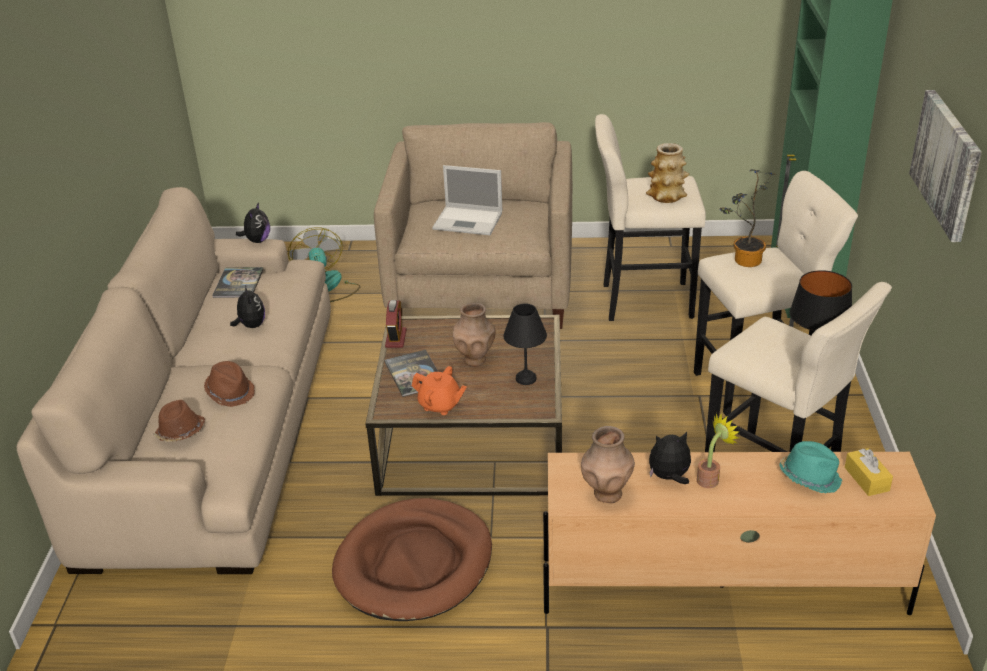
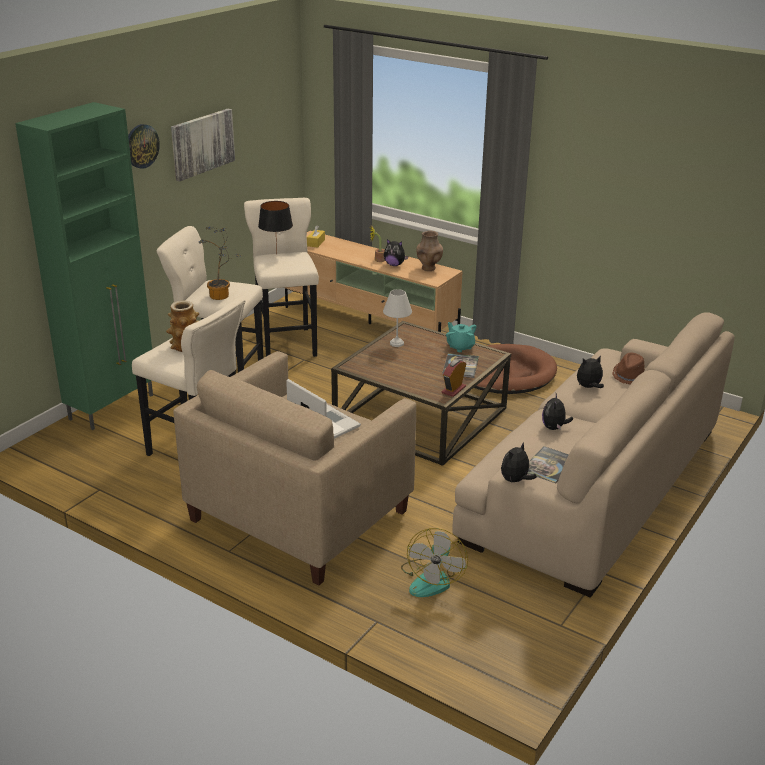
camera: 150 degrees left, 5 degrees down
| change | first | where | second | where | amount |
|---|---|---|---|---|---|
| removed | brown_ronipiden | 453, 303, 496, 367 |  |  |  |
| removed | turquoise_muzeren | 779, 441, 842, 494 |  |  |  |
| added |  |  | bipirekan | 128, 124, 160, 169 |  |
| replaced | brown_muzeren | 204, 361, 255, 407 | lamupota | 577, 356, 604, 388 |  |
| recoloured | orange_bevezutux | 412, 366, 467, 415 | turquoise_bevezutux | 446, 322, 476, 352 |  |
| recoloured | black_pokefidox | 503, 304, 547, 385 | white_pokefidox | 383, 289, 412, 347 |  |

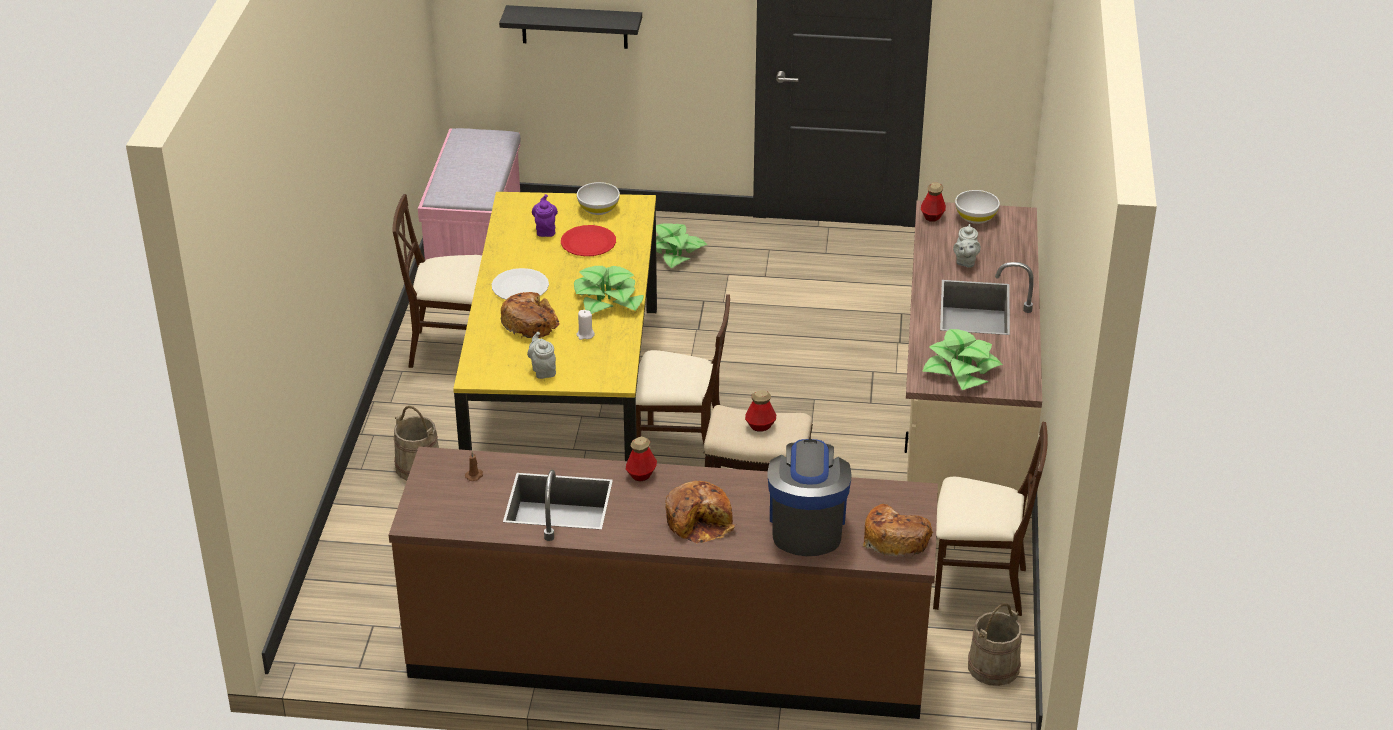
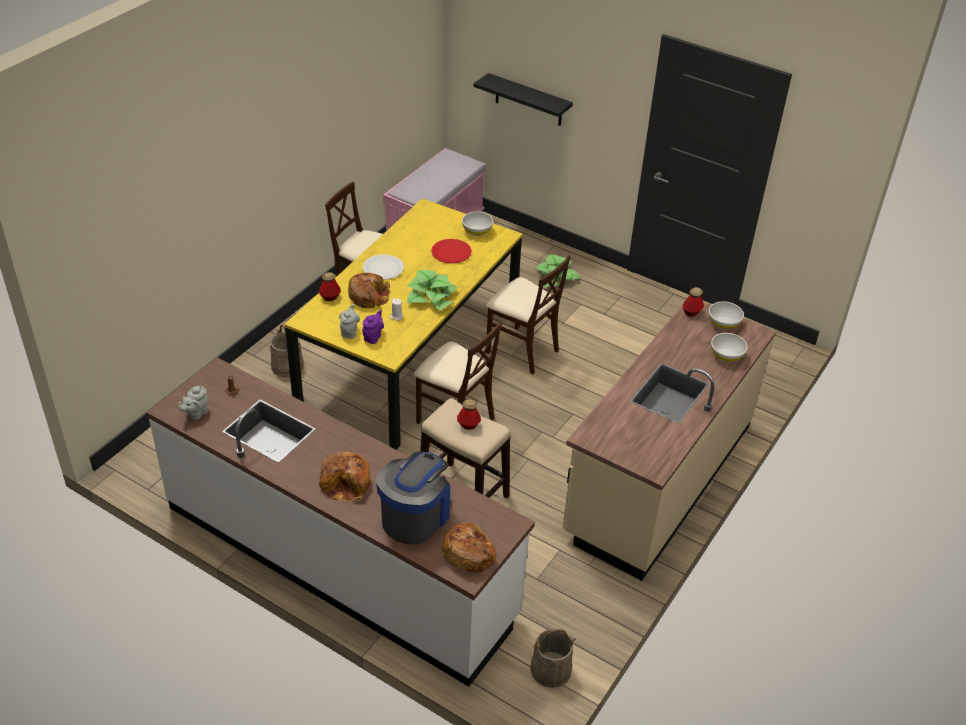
camera: 25 degrees right, 5 degrees up
| change | first | where | second | where | amount |
|---|---|---|---|---|---|
| removed | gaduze | 922, 329, 1003, 390 |  |  |  |
| added |  |  | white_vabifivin | 711, 333, 748, 362 |  |
| moved | purple_bevezutux | 532, 194, 558, 237 |  | 362, 310, 384, 344 |  |
| moved | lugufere | 626, 437, 657, 482 |  | 319, 272, 341, 301 |  |
| moved | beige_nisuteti | 933, 422, 1048, 616 |  | 486, 256, 571, 375 |  |
| moved | grey_bevezutux | 953, 224, 981, 268 |  | 178, 385, 208, 420 |  |
| recoloured | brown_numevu | 389, 447, 938, 719 | white_numevu | 147, 357, 535, 687 |  |

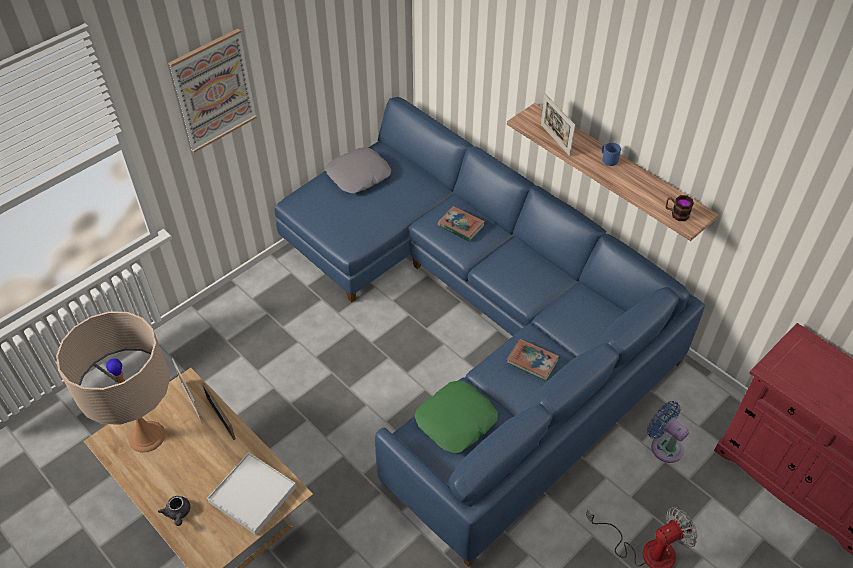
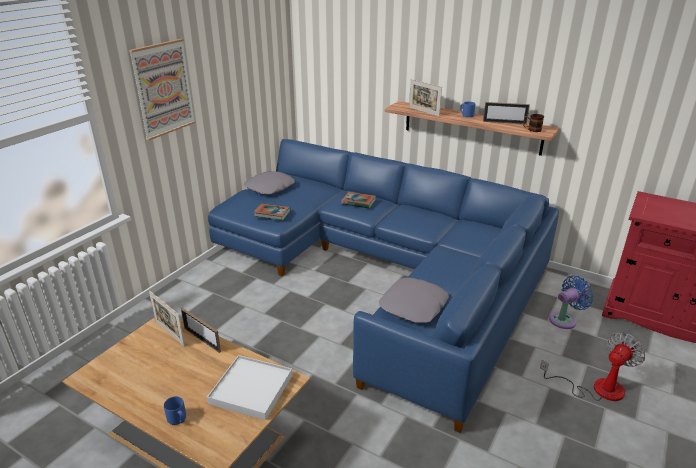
camera: 15 degrees left, 20 degrees down
| change | first | where | second | where | amount |
|---|---|---|---|---|---|
| removed | beige_pokefidox | 56, 311, 170, 453 |  |  |  |
| added |  |  | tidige | 483, 102, 530, 124 |  |
| moved | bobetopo | 507, 338, 560, 381 |  | 254, 203, 291, 221 |  |
| replaced | grey_bevezutux | 158, 496, 190, 526 | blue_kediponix | 164, 396, 186, 425 |  |
| recoloured | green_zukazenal | 415, 381, 498, 453 | grey_zukazenal | 379, 278, 449, 323 |  |
| turned | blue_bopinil | 647, 401, 689, 463 |  | 549, 276, 593, 329 | 120 degrees clockwise |

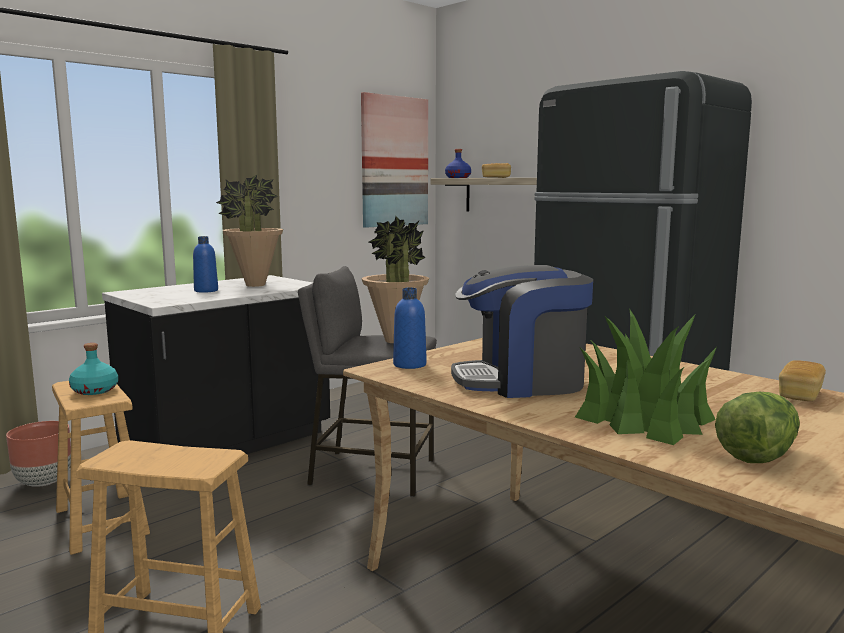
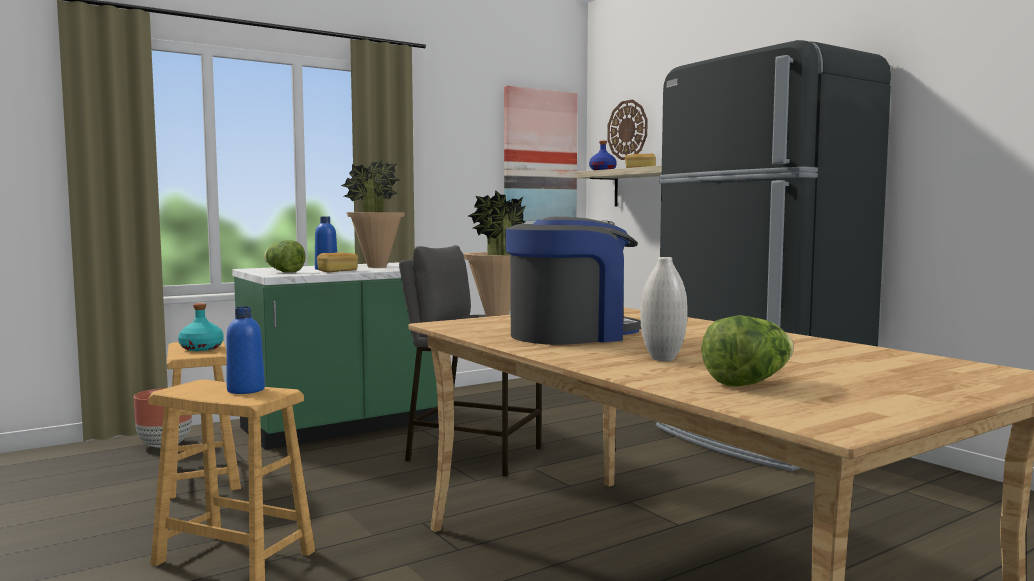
camera: 10 degrees right, 5 degrees down
| change | first | where | second | where | amount |
|---|---|---|---|---|---|
| added |  |  | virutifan | 264, 240, 306, 272 |  |
| added |  |  | bipirekan | 607, 100, 648, 160 |  |
| moved | blue_lugufere | 393, 288, 427, 369 |  | 227, 307, 265, 394 |  |
| moved | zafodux | 779, 360, 826, 401 |  | 317, 252, 358, 272 |  |
| replaced | gaduze | 575, 308, 717, 445 | white_ronipiden | 640, 257, 688, 361 |  |
| recoloured | black_numevu | 102, 275, 330, 454 | green_numevu | 232, 262, 438, 450 |  |
| turned | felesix | 451, 265, 593, 398 |  | 505, 217, 641, 345 | 150 degrees clockwise |

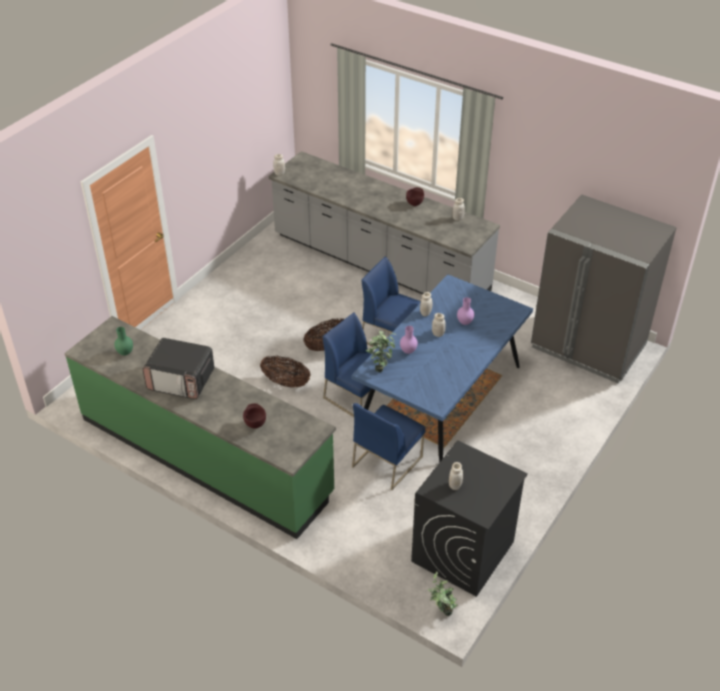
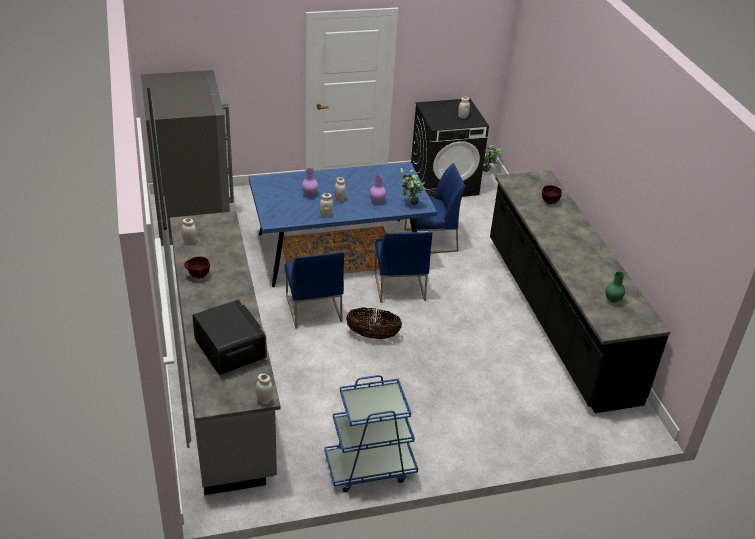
camera: 140 degrees left, 5 degrees down
| change | first | where | second | where | amount |
|---|---|---|---|---|---|
| removed | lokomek | 260, 355, 310, 388 |  |  |  |
| added |  |  | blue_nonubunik | 325, 375, 418, 492 |  |
| moved | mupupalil | 143, 338, 214, 399 |  | 192, 299, 267, 375 |  |
| recoloured | green_numevu | 65, 316, 336, 539 | black_numevu | 490, 170, 670, 413 |  |

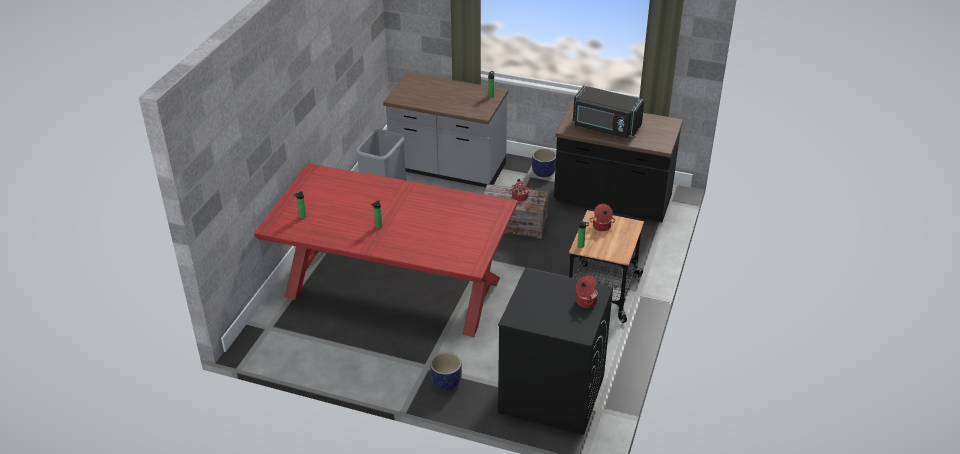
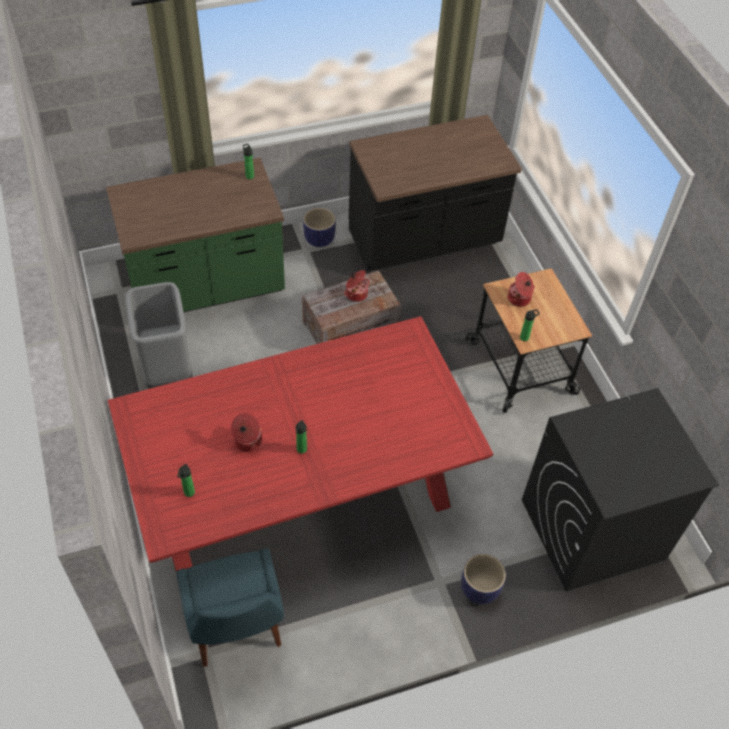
camera: 40 degrees left, 15 degrees up
| change | first | where | second | where | amount |
|---|---|---|---|---|---|
| removed | black_mupupalil | 573, 85, 645, 138 |  |  |  |
| added |  |  | blue_nisuteti | 176, 548, 284, 667 |  |
| moved | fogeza | 576, 276, 598, 308 |  | 231, 413, 262, 452 |  |
| recoloured | grey_numevu | 383, 72, 508, 187 | green_numevu | 106, 158, 285, 312 |  |

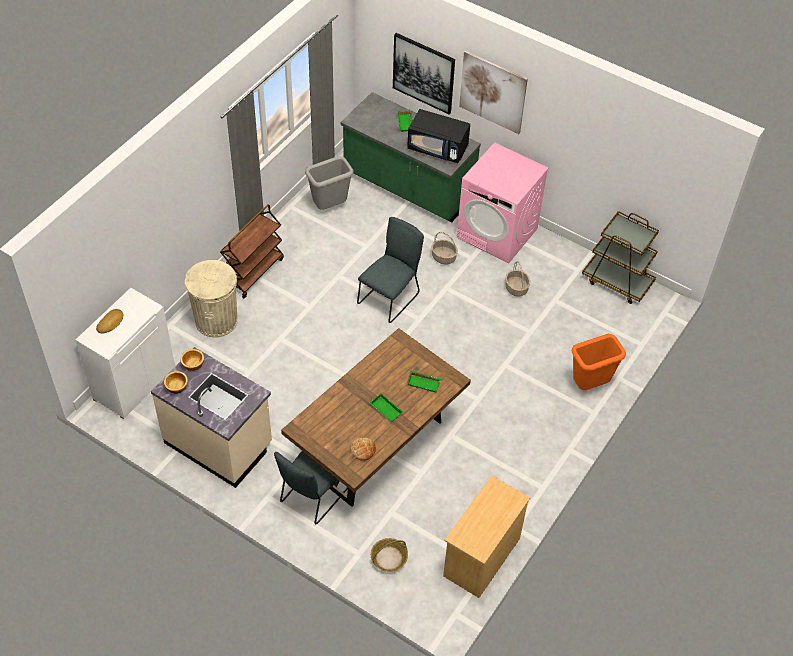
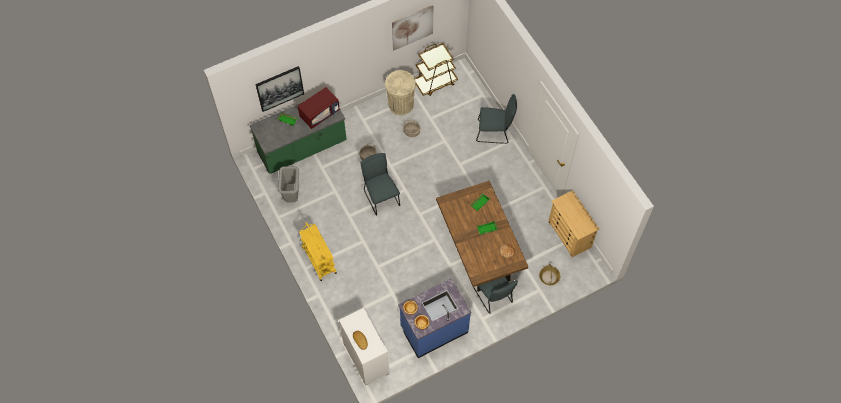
camera: 60 degrees left, 10 degrees up
| change | first | where | second | where | amount |
|---|---|---|---|---|---|
| removed | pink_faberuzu | 457, 142, 549, 264 |  |  |  |
| moved | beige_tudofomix | 185, 260, 238, 338 |  | 385, 70, 416, 115 |  |
| moved | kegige | 459, 51, 528, 134 |  | 392, 5, 433, 50 |  |
| replaced | orange_tudofomix | 571, 334, 626, 390 | grey_nisuteti | 476, 94, 517, 144 |  |
| recoloured | beige_numevu | 151, 347, 272, 488 | blue_numevu | 398, 279, 471, 358 |  |
| recoloured | brown_nonubunik | 220, 204, 284, 298 | yellow_nonubunik | 299, 222, 337, 281 |  |
| recoloured | black_mupupalil | 407, 109, 470, 163 | red_mupupalil | 298, 87, 340, 129 |  |

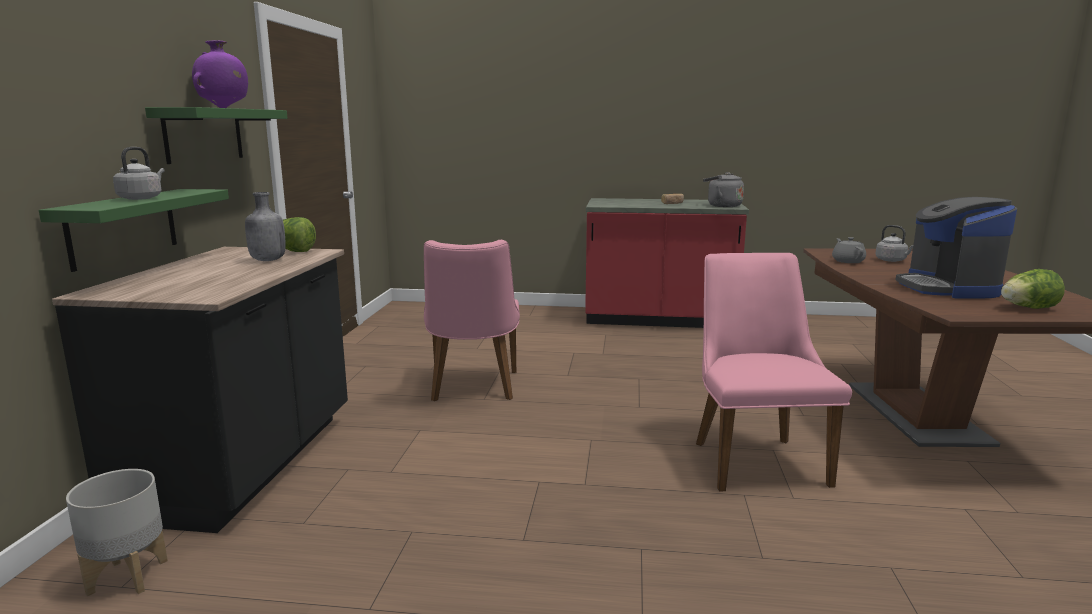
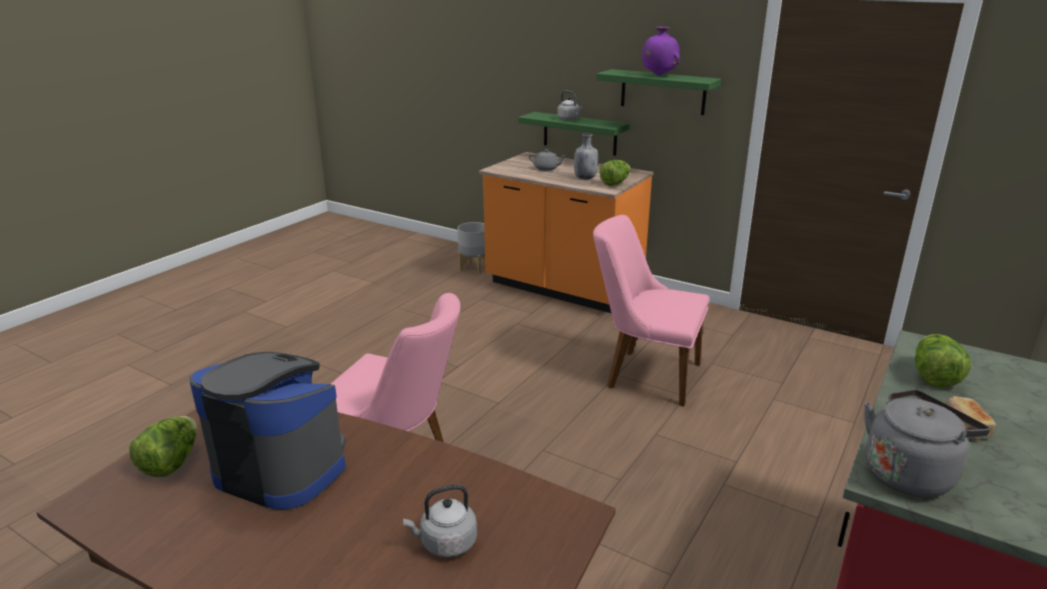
camera: 115 degrees right, 10 degrees up
| change | first | where | second | where | amount |
|---|---|---|---|---|---|
| added |  |  | virutifan | 915, 334, 971, 388 |  |
| moved | grey_bevezutux | 832, 237, 866, 263 |  | 529, 149, 567, 171 |  |
| recoloured | black_numevu | 52, 247, 348, 533 | orange_numevu | 479, 152, 654, 313 |  |

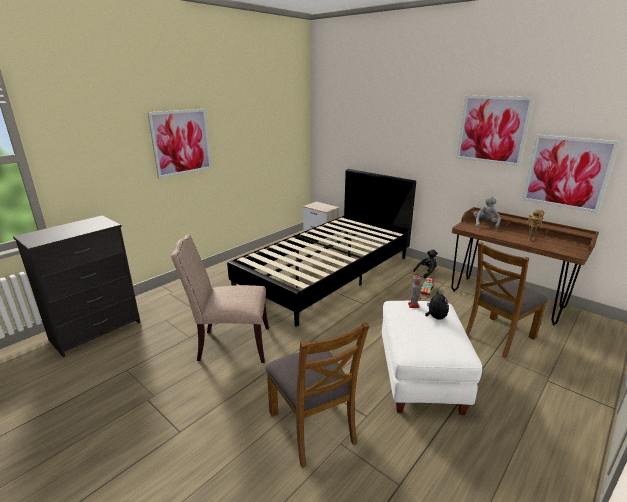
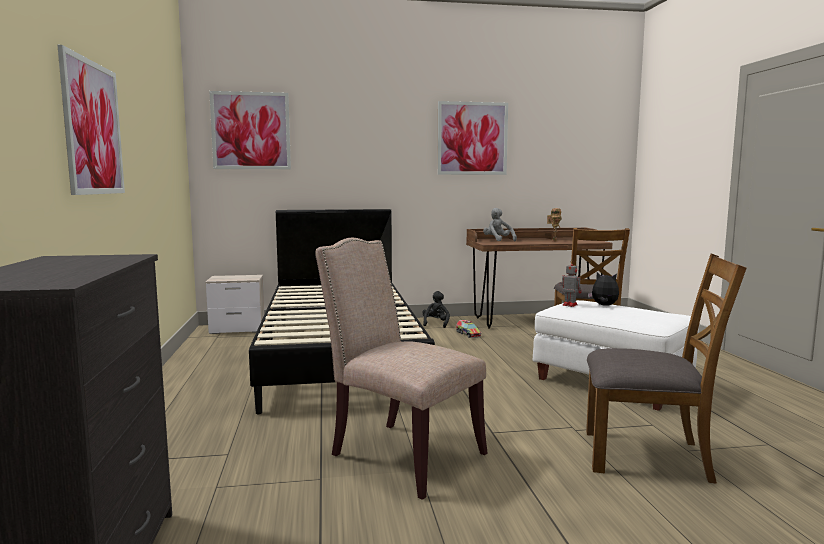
camera: 50 degrees left, 15 degrees down
| change | first | where | second | where | amount |
|---|---|---|---|---|---|
| moved | kegige | 522, 135, 620, 213 |  | 209, 91, 291, 169 |  |
| turned | beige_nisuteti | 171, 235, 269, 363 |  | 315, 238, 487, 500 | 90 degrees clockwise |

